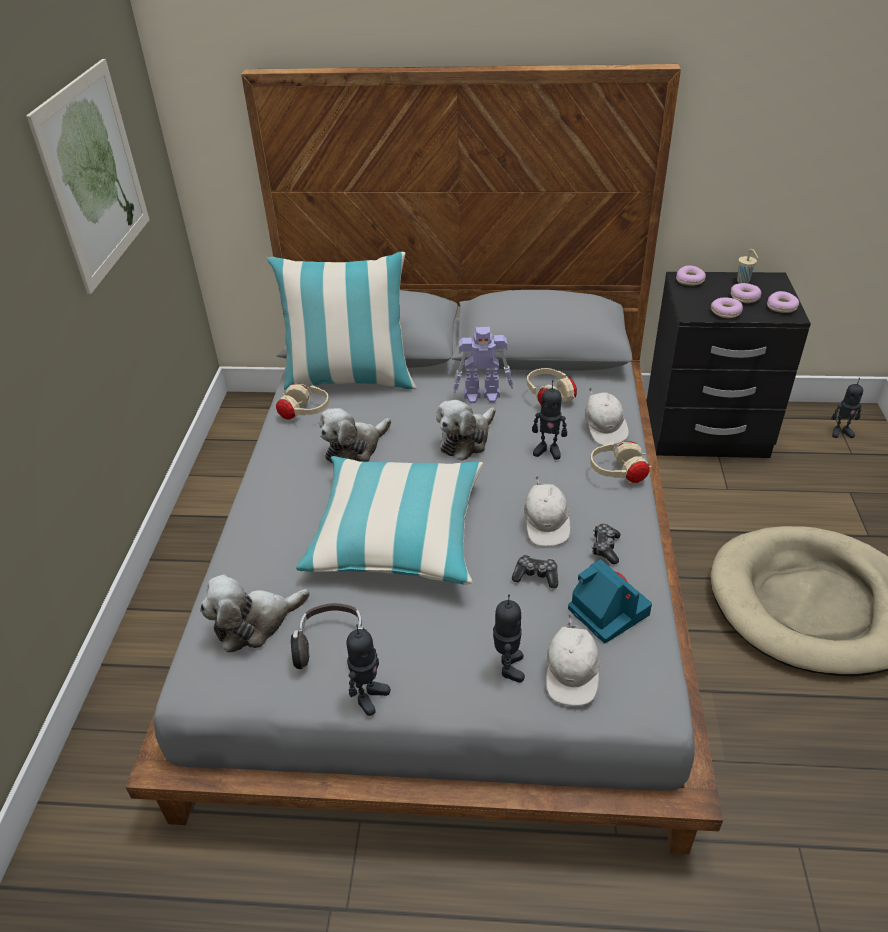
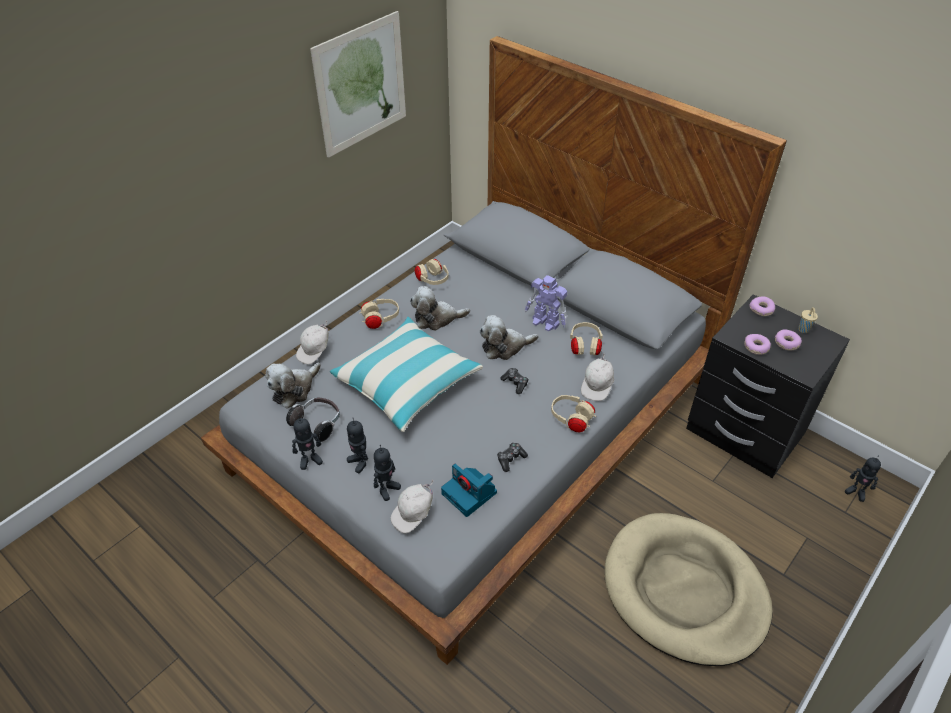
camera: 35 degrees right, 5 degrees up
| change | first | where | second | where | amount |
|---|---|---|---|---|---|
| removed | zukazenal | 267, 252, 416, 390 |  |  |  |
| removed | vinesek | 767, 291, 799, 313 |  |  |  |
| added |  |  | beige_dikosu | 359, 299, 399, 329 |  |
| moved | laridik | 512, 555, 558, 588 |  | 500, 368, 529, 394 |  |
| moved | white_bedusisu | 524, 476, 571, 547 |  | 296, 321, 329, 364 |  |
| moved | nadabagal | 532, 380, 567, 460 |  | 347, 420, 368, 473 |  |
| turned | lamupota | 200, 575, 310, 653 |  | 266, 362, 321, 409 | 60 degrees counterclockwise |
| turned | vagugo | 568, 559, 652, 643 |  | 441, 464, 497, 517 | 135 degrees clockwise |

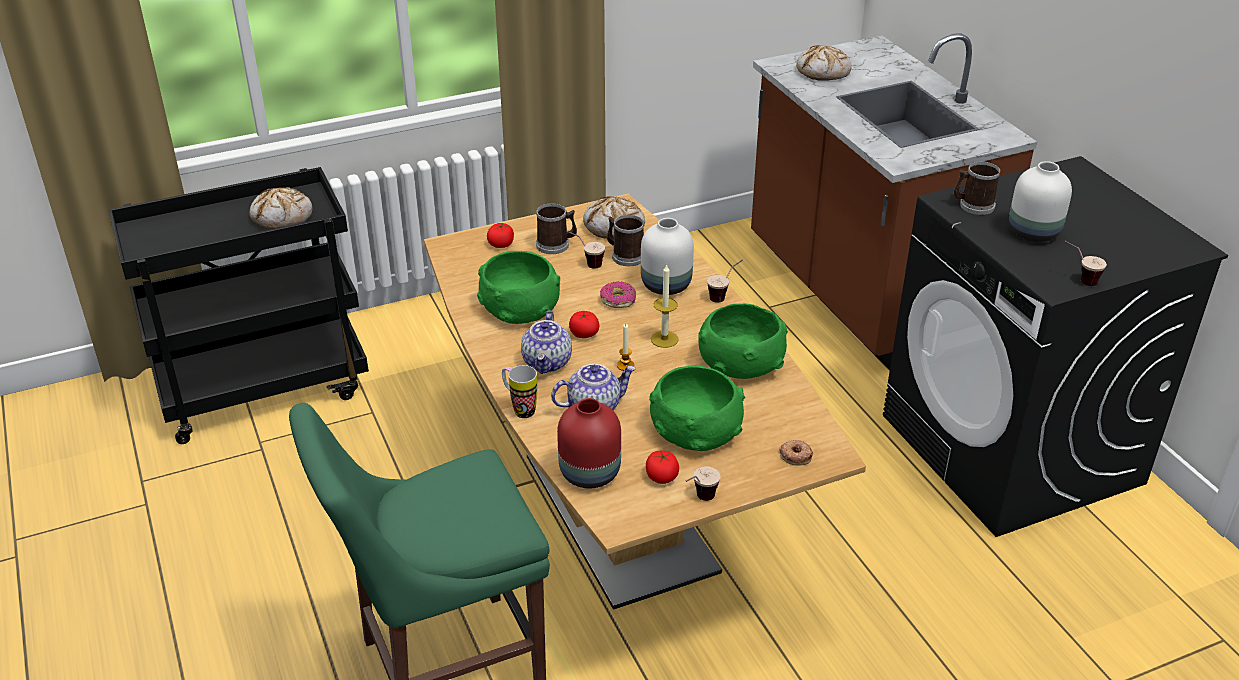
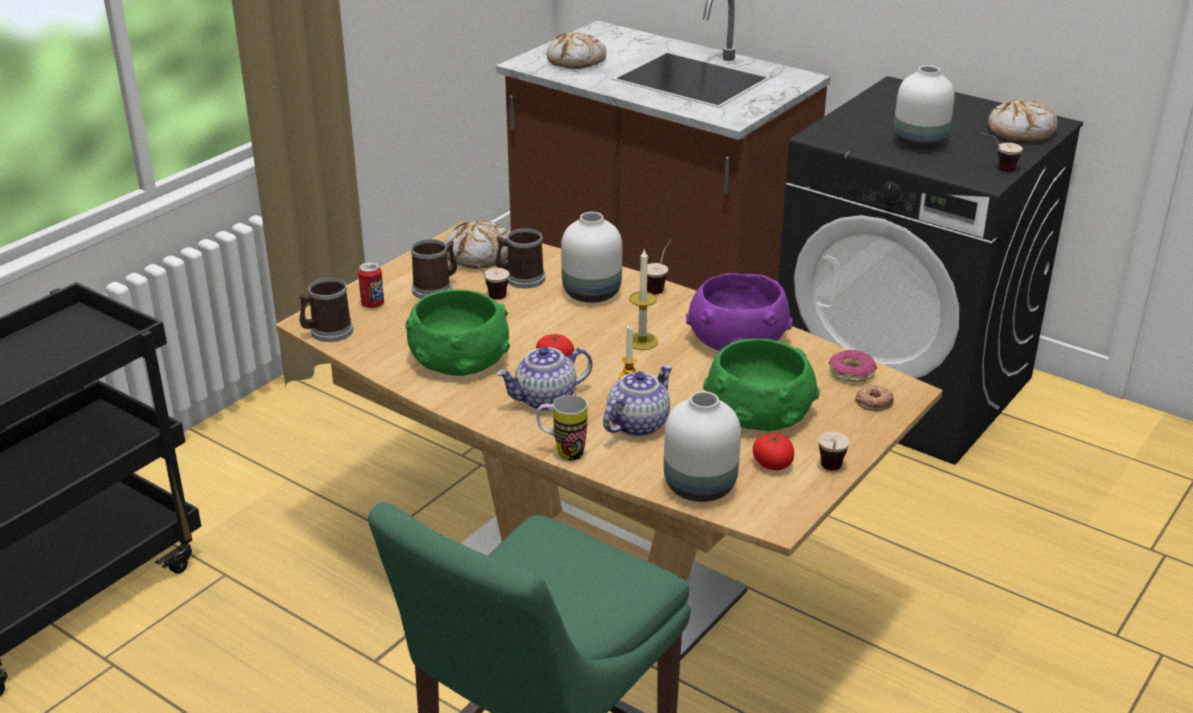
camera: 30 degrees left, 5 degrees down
| change | first | where | second | where | amount |
|---|---|---|---|---|---|
| moved | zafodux | 249, 187, 313, 229 |  | 988, 99, 1058, 142 |  |
| moved | vinesek | 600, 282, 636, 308 |  | 829, 350, 877, 382 |  |
| moved | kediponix | 954, 162, 1000, 215 |  | 299, 278, 353, 342 |  |
| replaced | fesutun | 487, 223, 514, 248 | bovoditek | 358, 262, 384, 308 |  |
| recoloured | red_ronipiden | 557, 398, 621, 489 | white_ronipiden | 664, 391, 741, 502 |  |
| recoloured | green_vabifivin | 698, 303, 788, 379 | purple_vabifivin | 686, 273, 793, 351 |  |
| turned | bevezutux | 521, 310, 572, 374 |  | 496, 347, 592, 411 | 90 degrees clockwise |

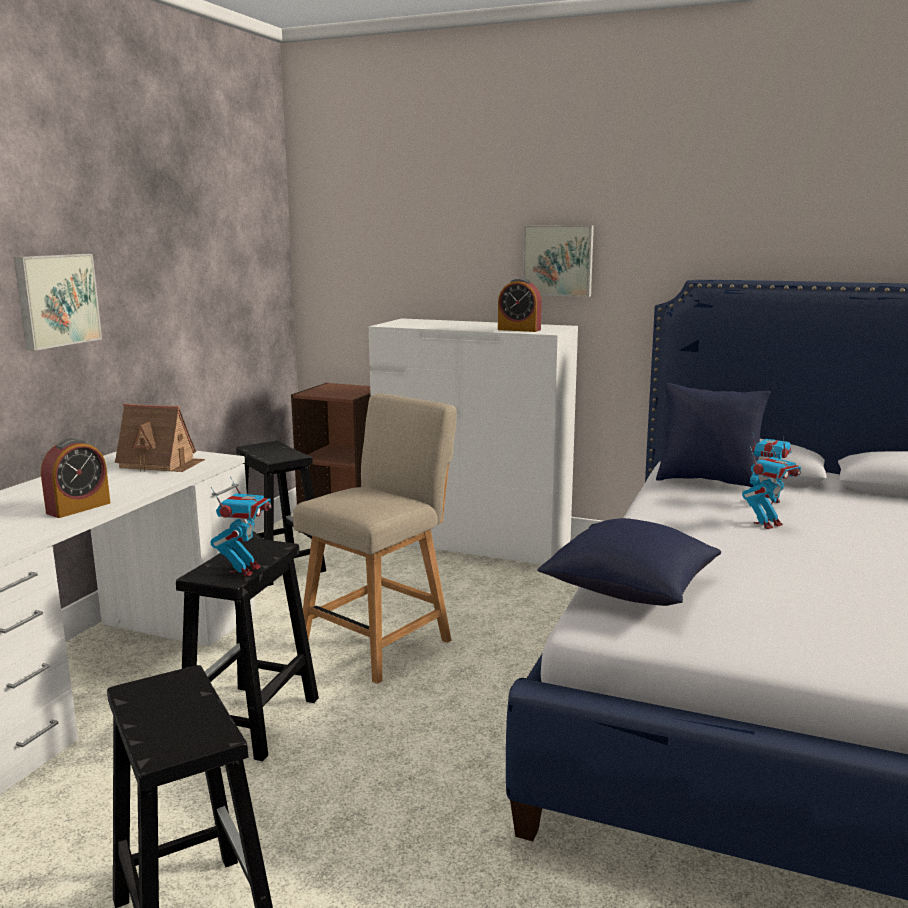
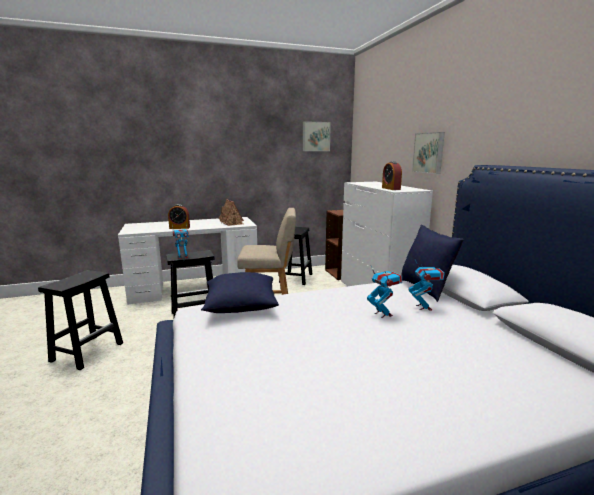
camera: 50 degrees right, 0 degrees up
| change | first | where | second | where | amount |
|---|---|---|---|---|---|
| moved | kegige | 14, 254, 102, 351 |  | 303, 121, 331, 151 |  |
| turned | nadabagal | 742, 442, 801, 529 |  | 367, 266, 402, 318 | 135 degrees counterclockwise |

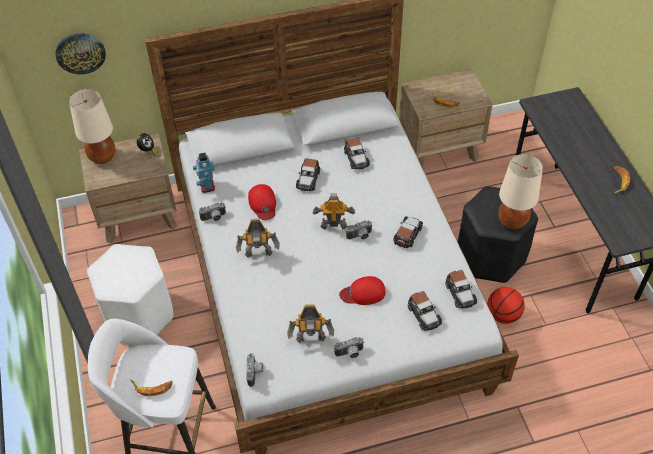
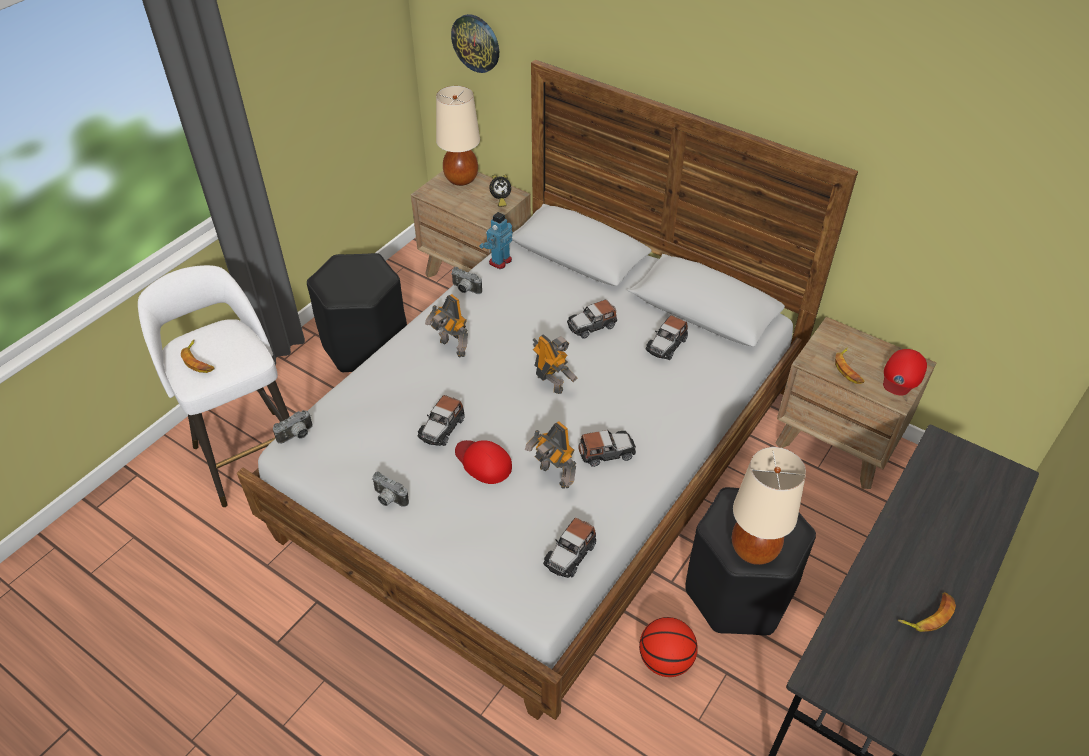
camera: 50 degrees right, 5 degrees down
| change | first | where | second | where | amount |
|---|---|---|---|---|---|
| removed | vagugo | 346, 221, 372, 239 |  |  |  |
| moved | red_bedusisu | 248, 184, 276, 220 |  | 883, 349, 927, 396 |  |
| moved | nadabagal | 287, 304, 334, 342 |  | 525, 421, 576, 489 |  |
| moved | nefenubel | 408, 291, 442, 331 |  | 417, 395, 465, 446 |  |
| recoloured | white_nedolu | 87, 244, 174, 335 | black_nedolu | 307, 253, 407, 373 |  |

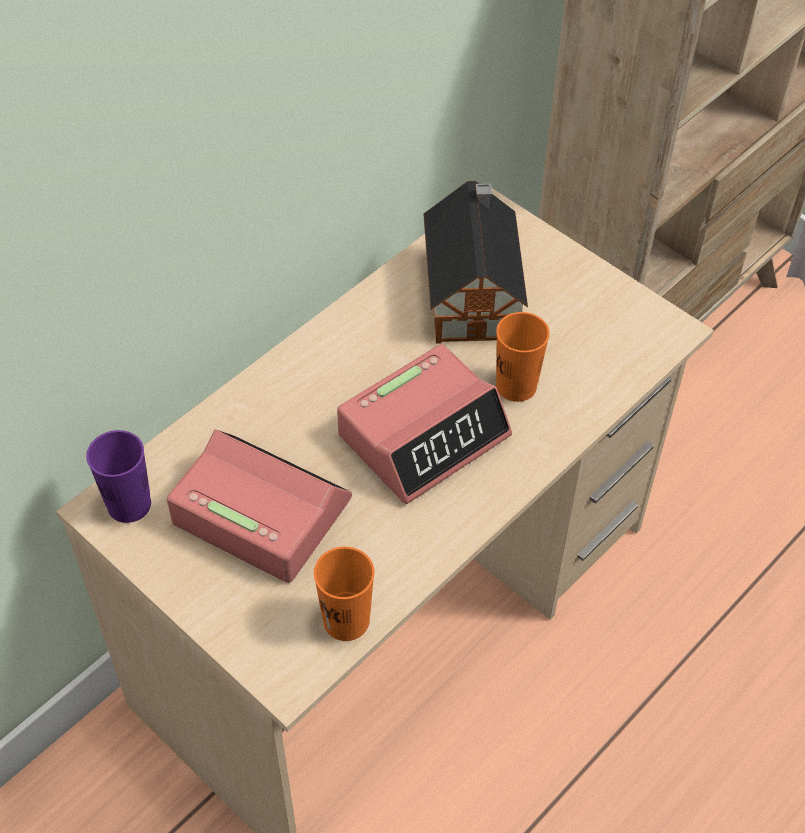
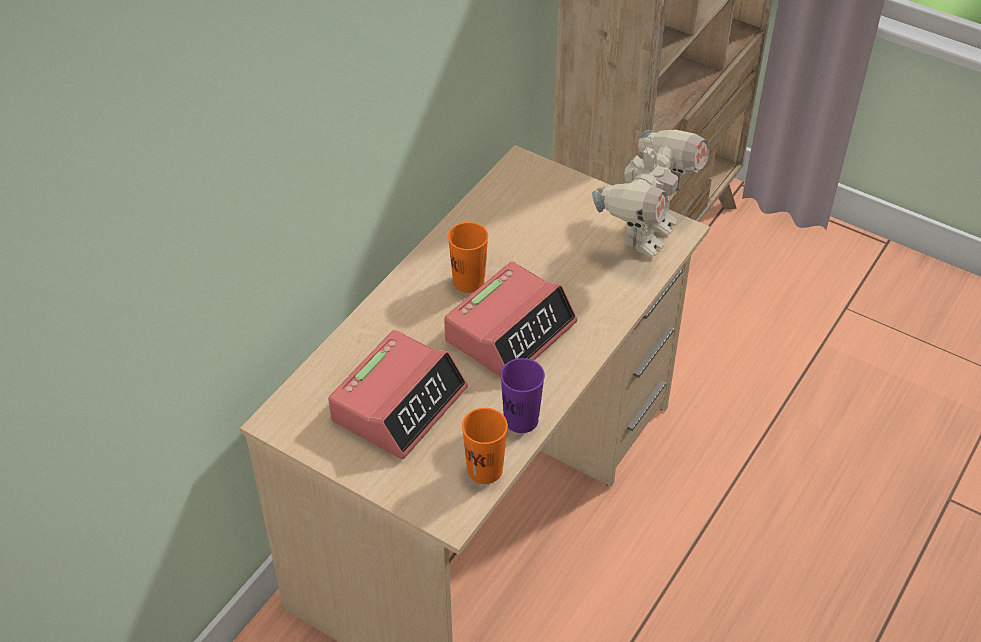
camera: 10 degrees left, 5 degrees down
| change | first | where | second | where | amount |
|---|---|---|---|---|---|
| removed | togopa | 423, 181, 528, 344 |  |  |  |
| added |  |  | nadabagal | 592, 130, 710, 256 |  |
| moved | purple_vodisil | 86, 430, 151, 523 |  | 500, 358, 545, 433 |  |
| moved | orange_vodisil | 496, 312, 550, 402 |  | 448, 222, 488, 293 |  |
| turned | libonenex | 167, 429, 352, 583 |  | 328, 330, 468, 459 | 105 degrees clockwise |

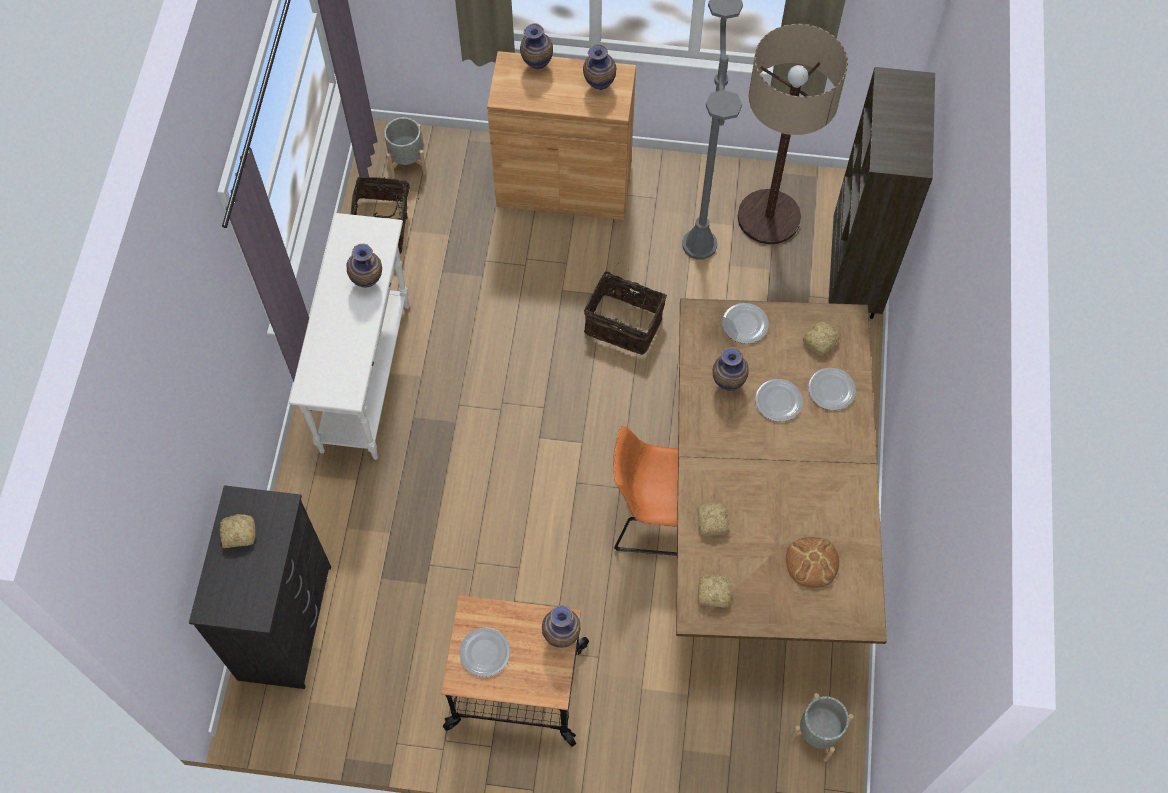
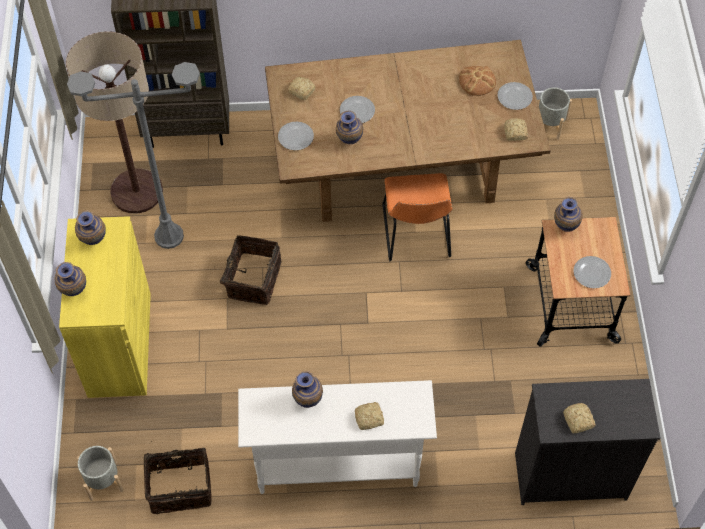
camera: 100 degrees left, 5 degrees down
| change | first | where | second | where | amount |
|---|---|---|---|---|---|
| moved | zafodux | 697, 503, 730, 536 |  | 355, 402, 384, 430 |  |
| moved | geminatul | 808, 368, 856, 410 |  | 498, 82, 533, 110 |  |
| recoloured | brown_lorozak | 487, 51, 636, 220 | yellow_lorozak | 59, 216, 151, 398 |  |

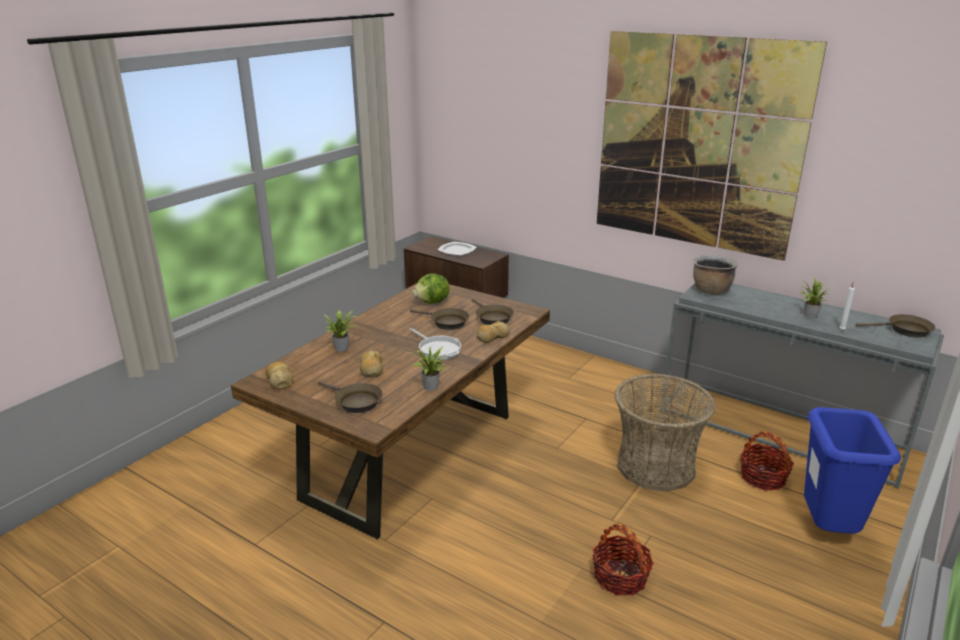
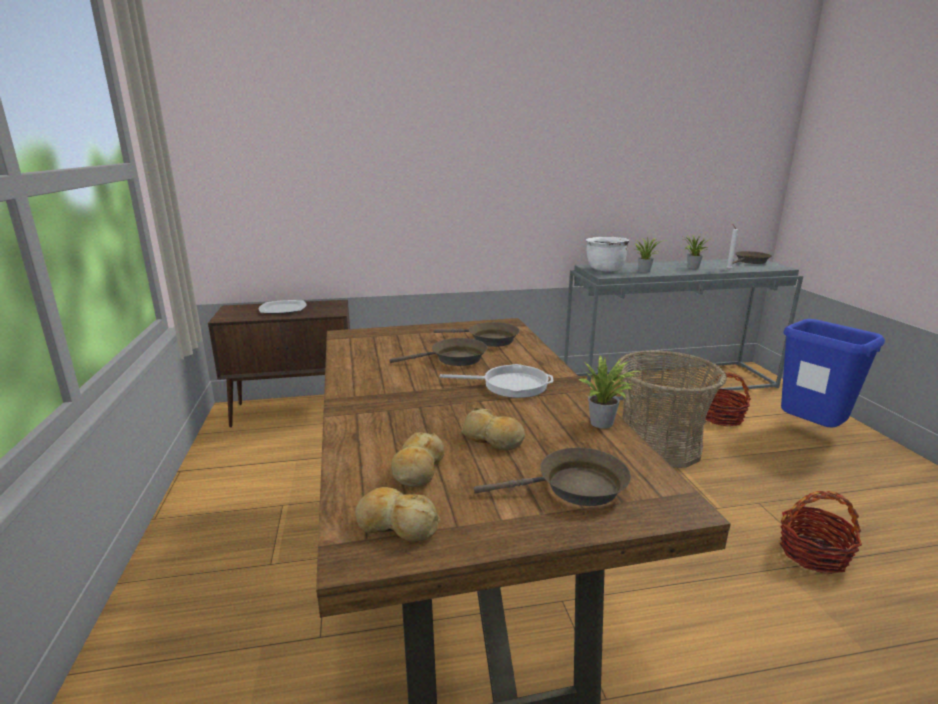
camera: 45 degrees left, 5 degrees down
| change | first | where | second | where | amount |
|---|---|---|---|---|---|
| removed | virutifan | 412, 273, 450, 304 |  |  |  |
| removed | kegige | 597, 31, 827, 261 |  |  |  |
| moved | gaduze | 323, 310, 356, 352 |  | 634, 237, 666, 273 |  |
| moved | zafodux | 477, 321, 510, 343 |  | 391, 432, 444, 487 |  |
| recoloured | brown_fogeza | 693, 255, 738, 295 | white_fogeza | 586, 237, 629, 272 |  |

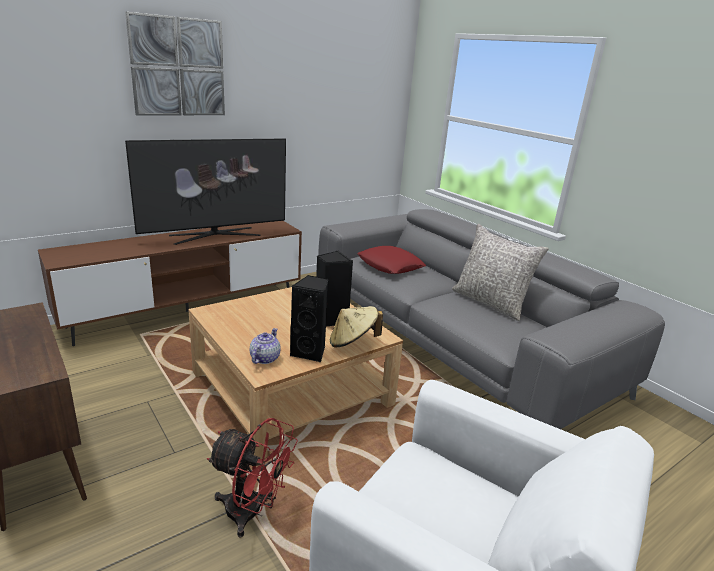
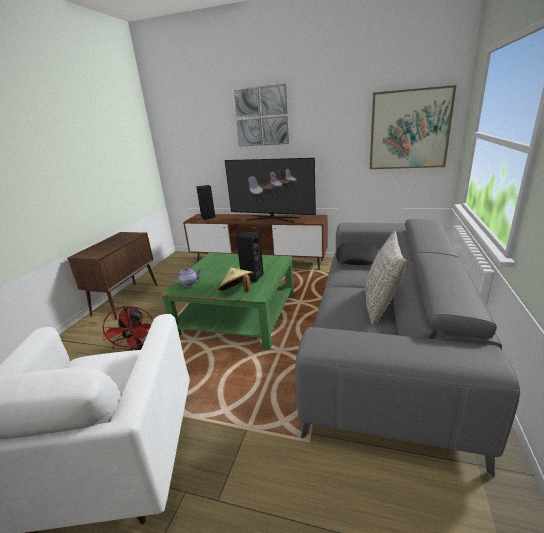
camera: 55 degrees right, 0 degrees up
| change | first | where | second | where | amount |
|---|---|---|---|---|---|
| added |  |  | kegige | 370, 85, 456, 169 |  |
| moved | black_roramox | 290, 275, 329, 362 |  | 196, 185, 216, 220 |  |
| recoloured | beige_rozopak | 188, 287, 403, 459 | green_rozopak | 162, 253, 294, 350 |  |
| recoloured | red_zukazenal | 357, 246, 426, 274 | black_zukazenal | 336, 242, 378, 265 |  |

